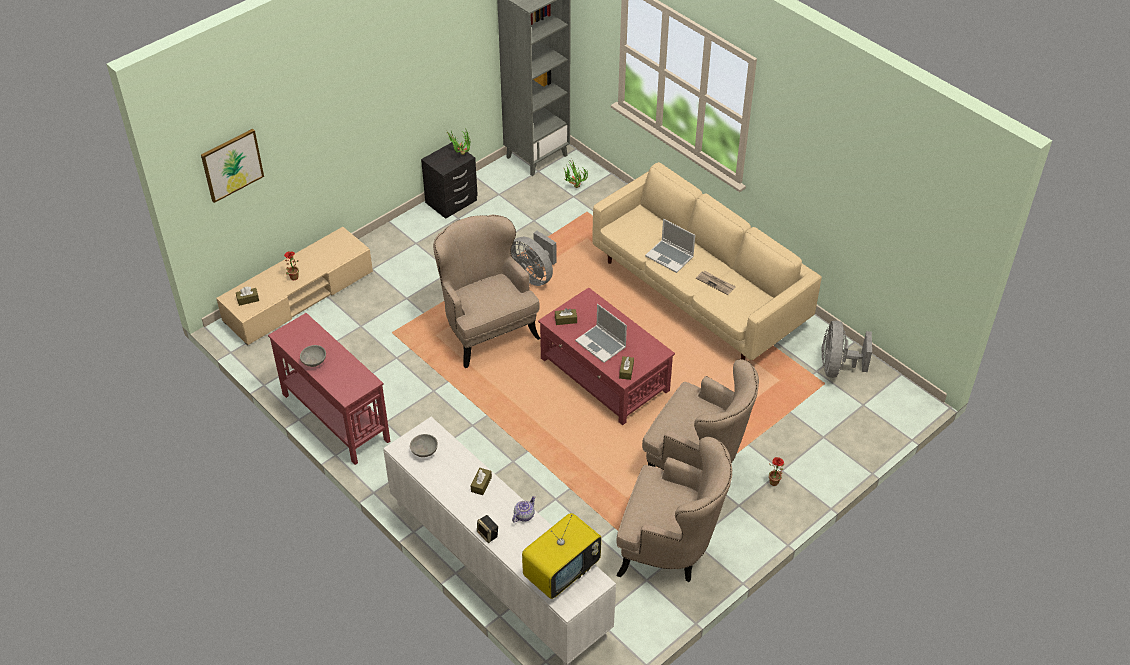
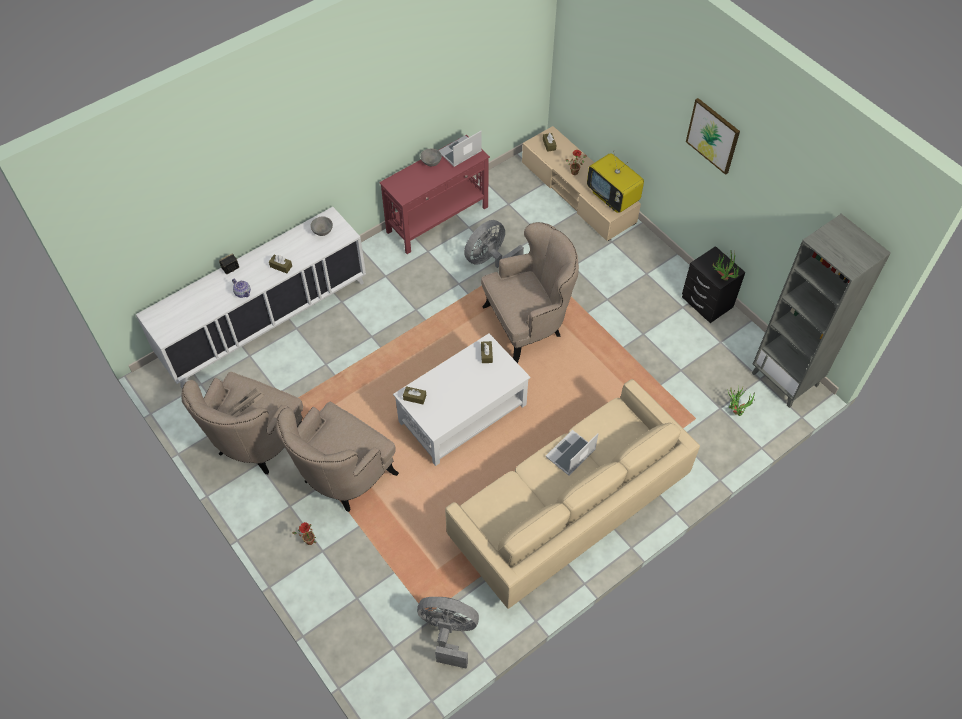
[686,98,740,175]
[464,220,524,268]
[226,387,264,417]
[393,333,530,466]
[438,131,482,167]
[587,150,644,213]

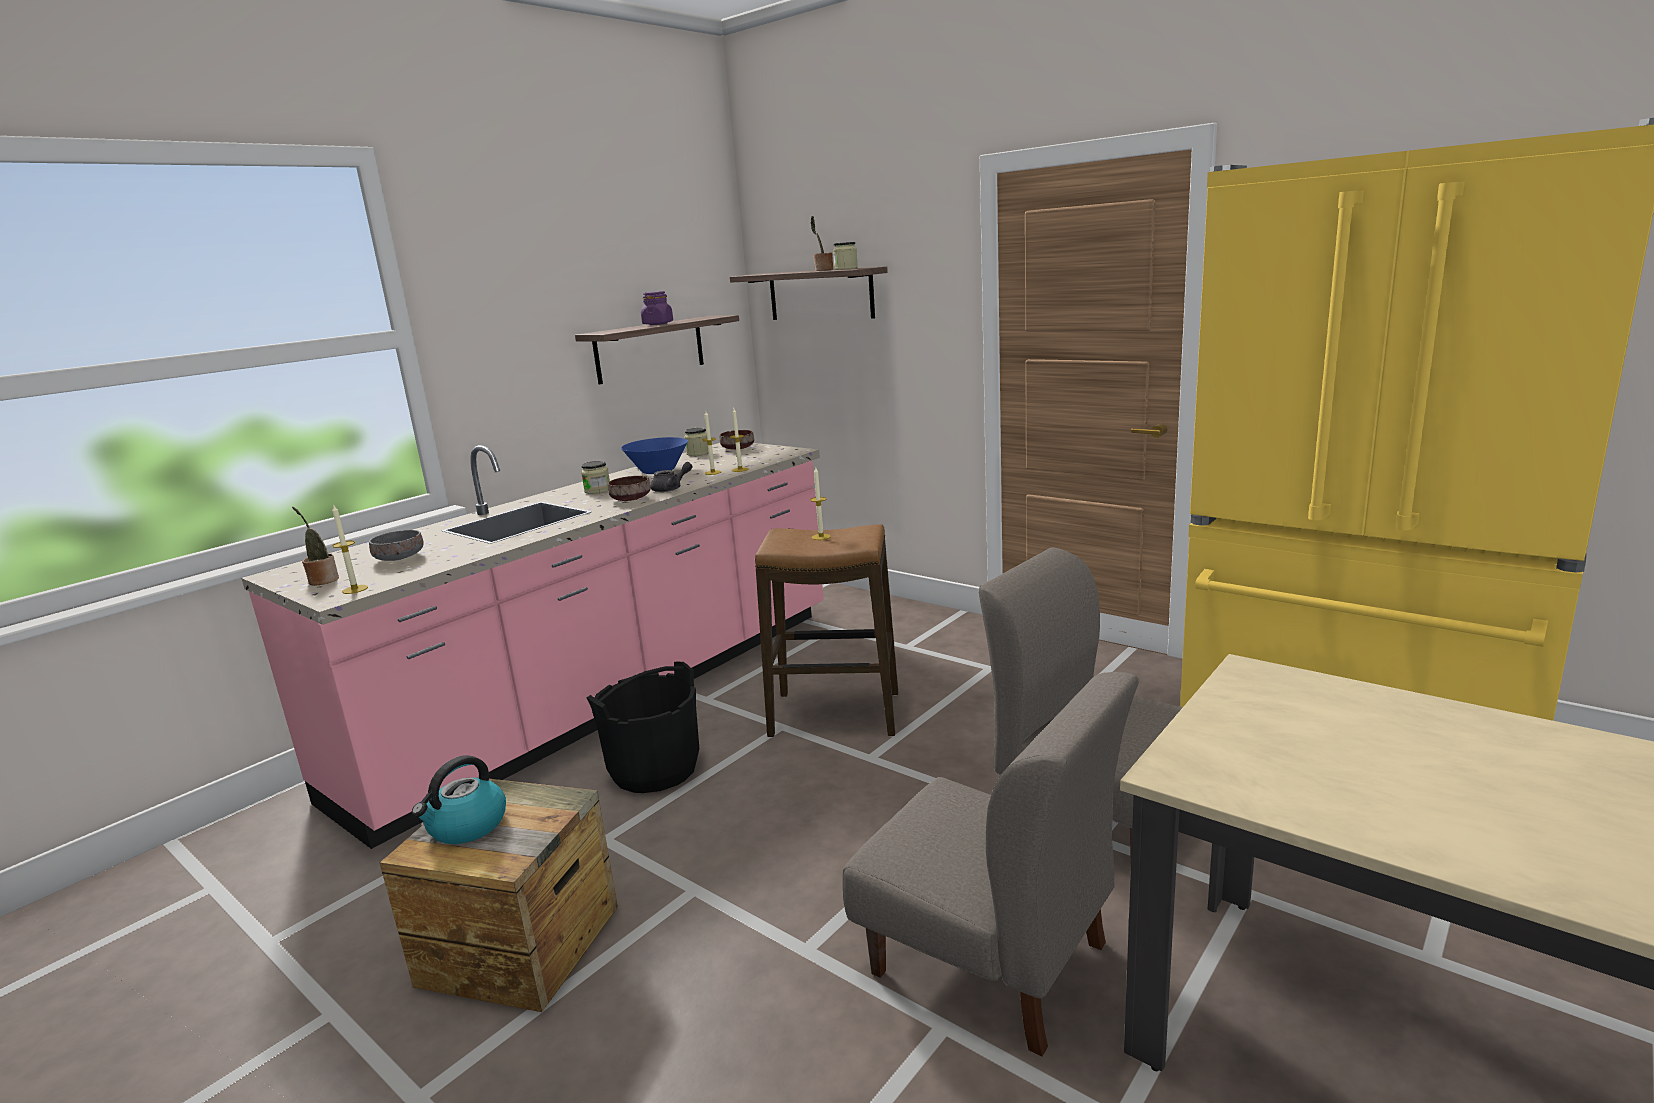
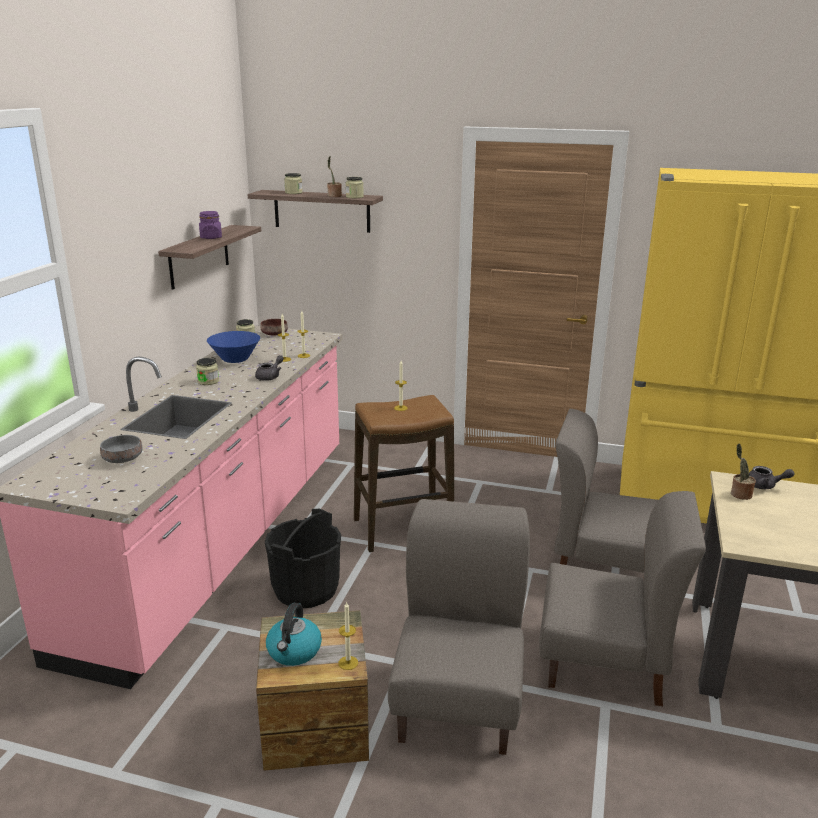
[607,476,651,501] (first image)
[338,601,358,670]
[731,444,756,500]
[284,173,302,194]
[749,466,795,489]
[388,499,530,755]

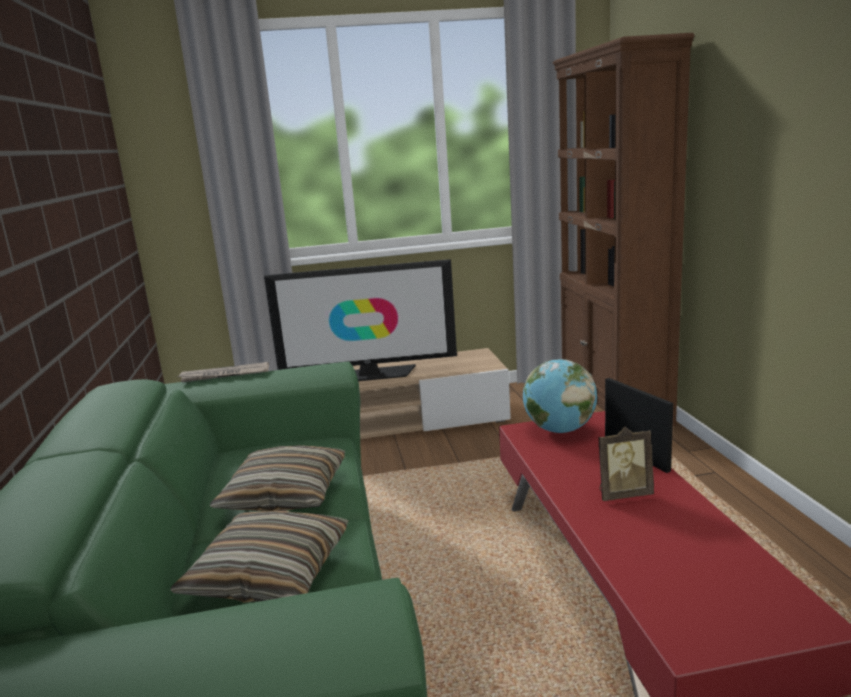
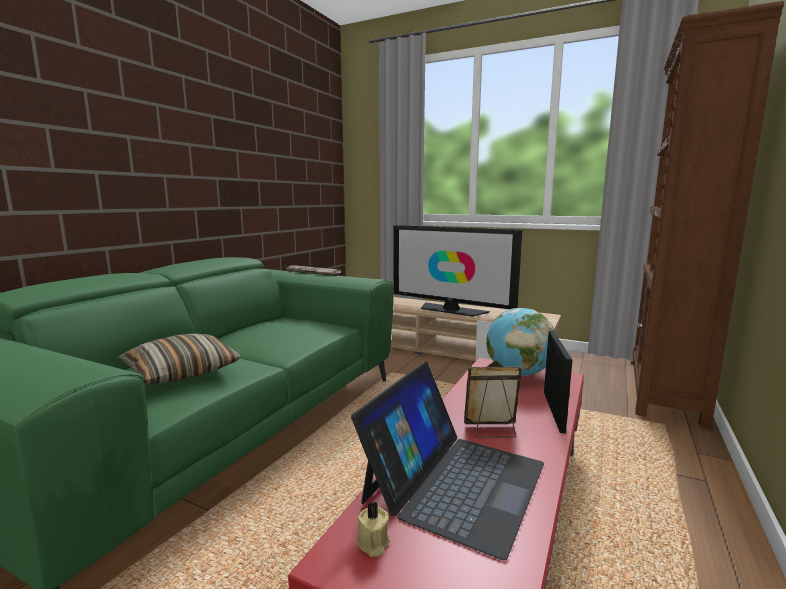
[464,360,522,438]
[210,445,345,511] (first image)
[351,362,544,561]
[356,502,390,557]

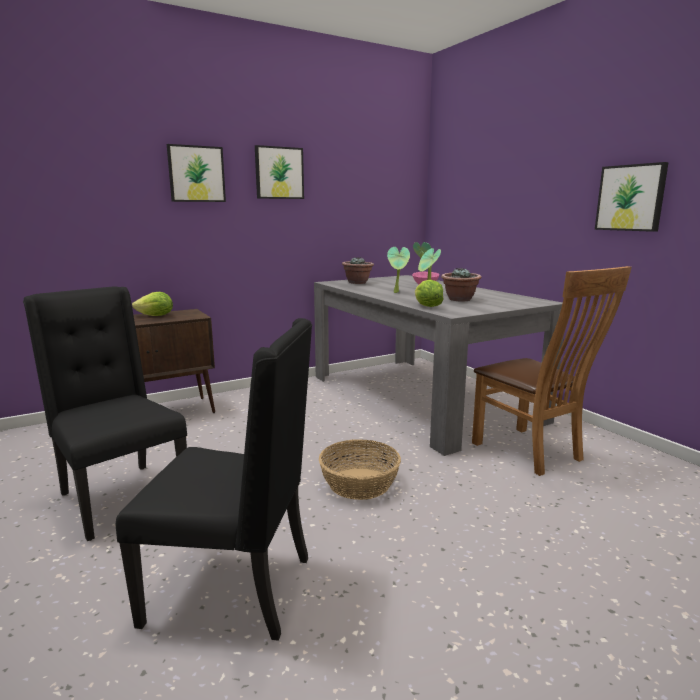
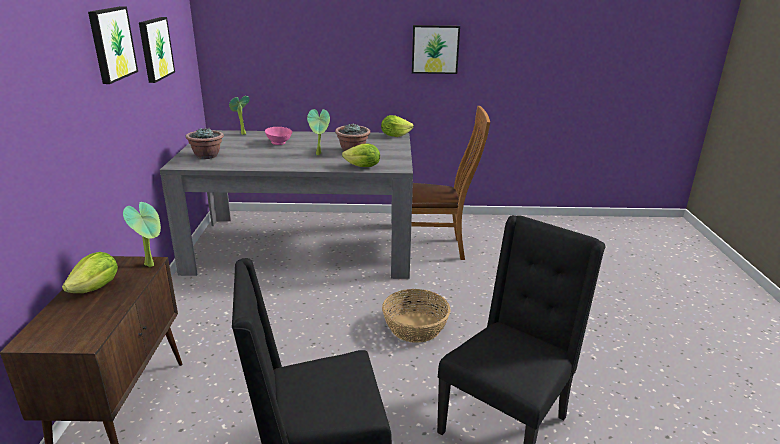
[139,17,175,83]
[123,202,161,267]
[381,115,414,137]

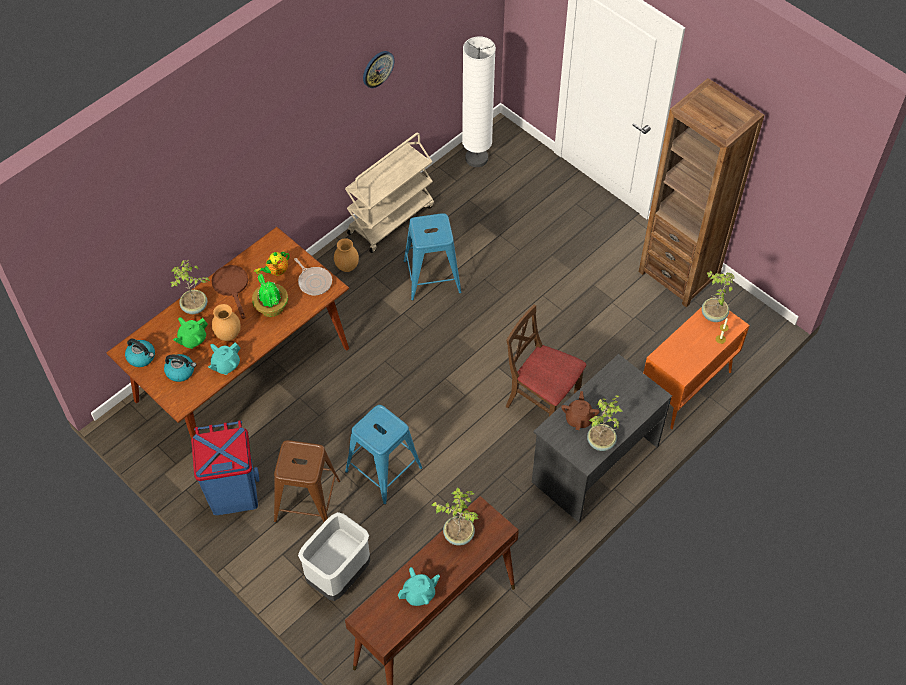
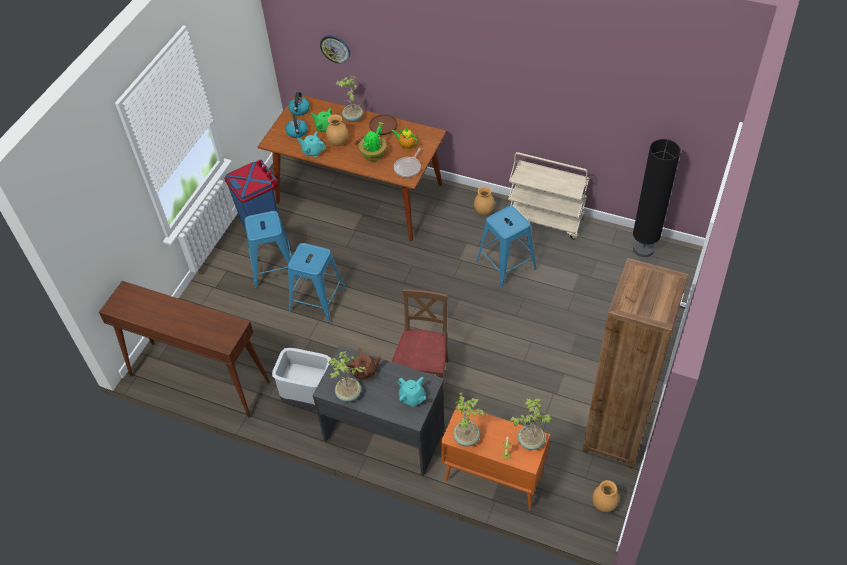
[633,139,681,257]
[320,35,350,64]
[244,211,298,288]
[453,392,486,446]
[272,348,331,410]
[398,377,427,407]
[592,480,619,512]

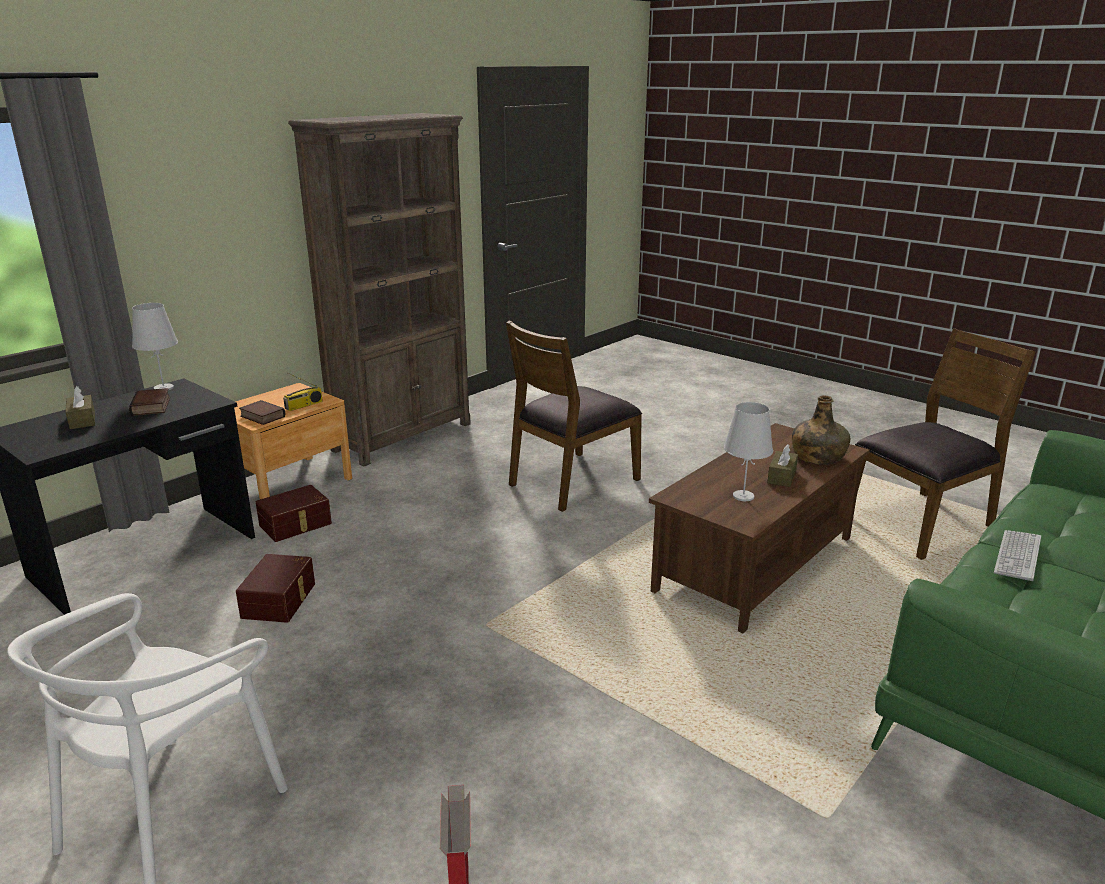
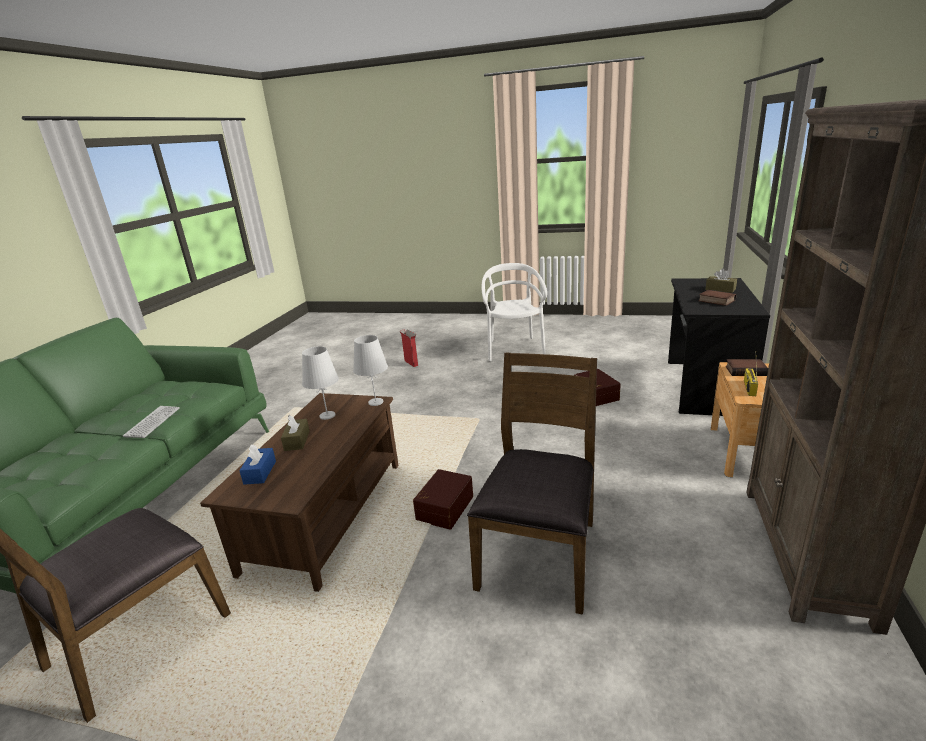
[353,335,388,406]
[239,444,276,485]
[413,469,473,530]

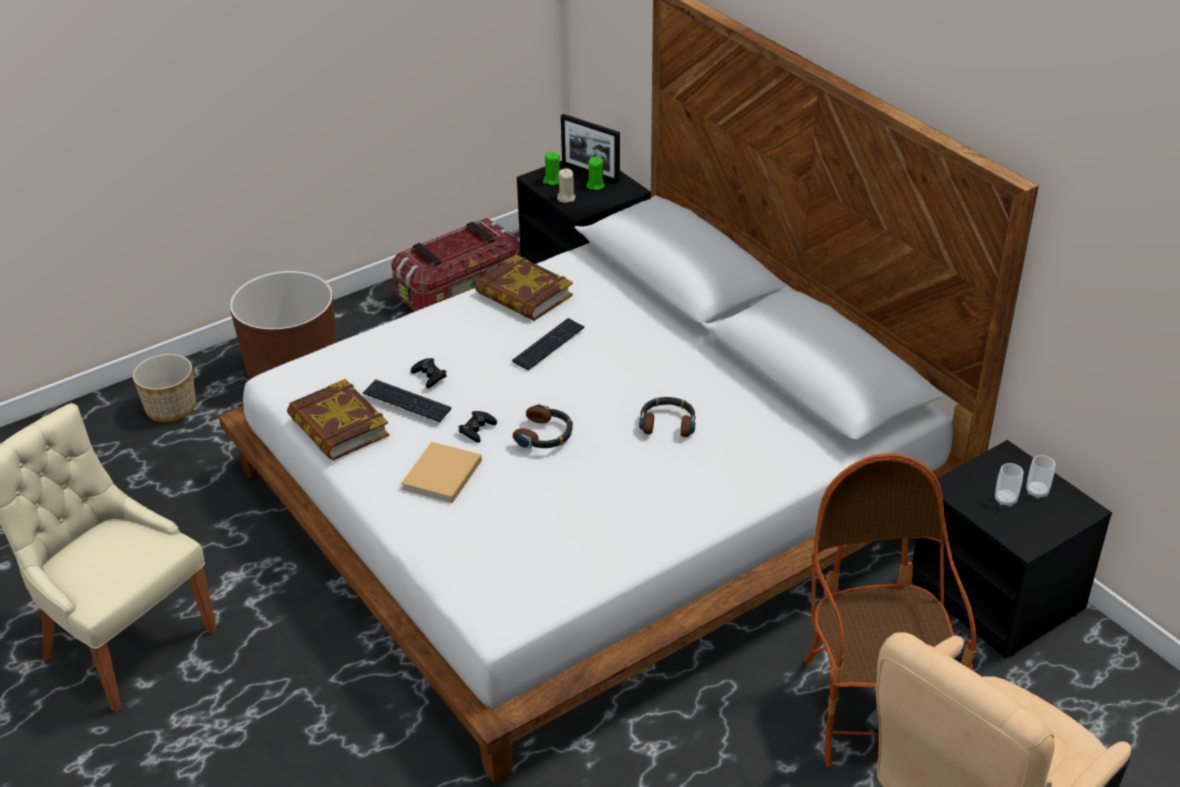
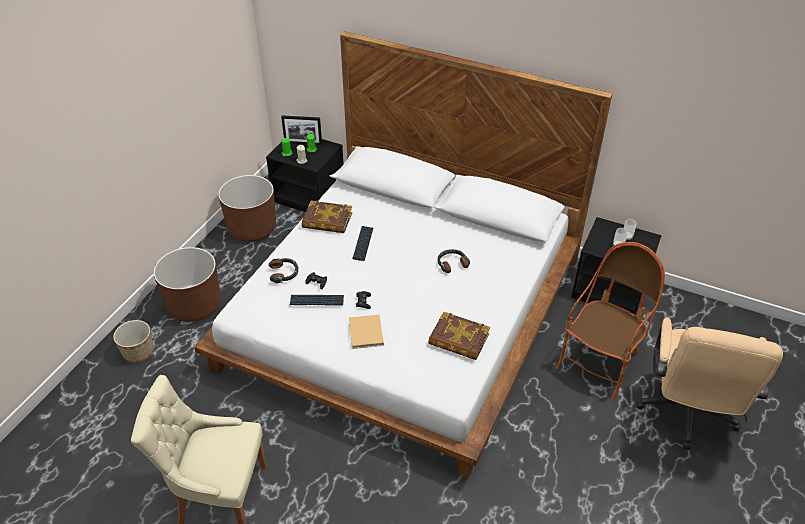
[218,175,276,242]
[428,311,490,360]
[269,258,299,283]
[556,242,665,399]

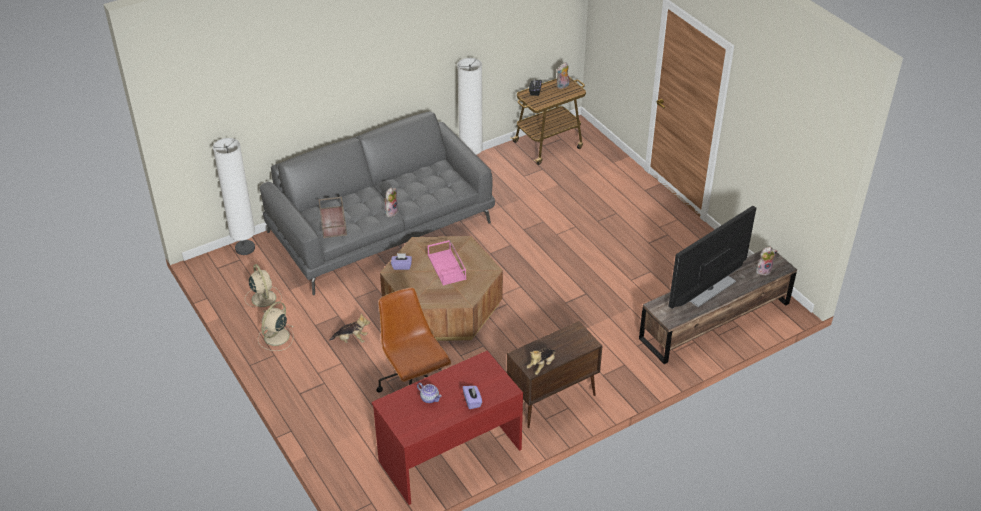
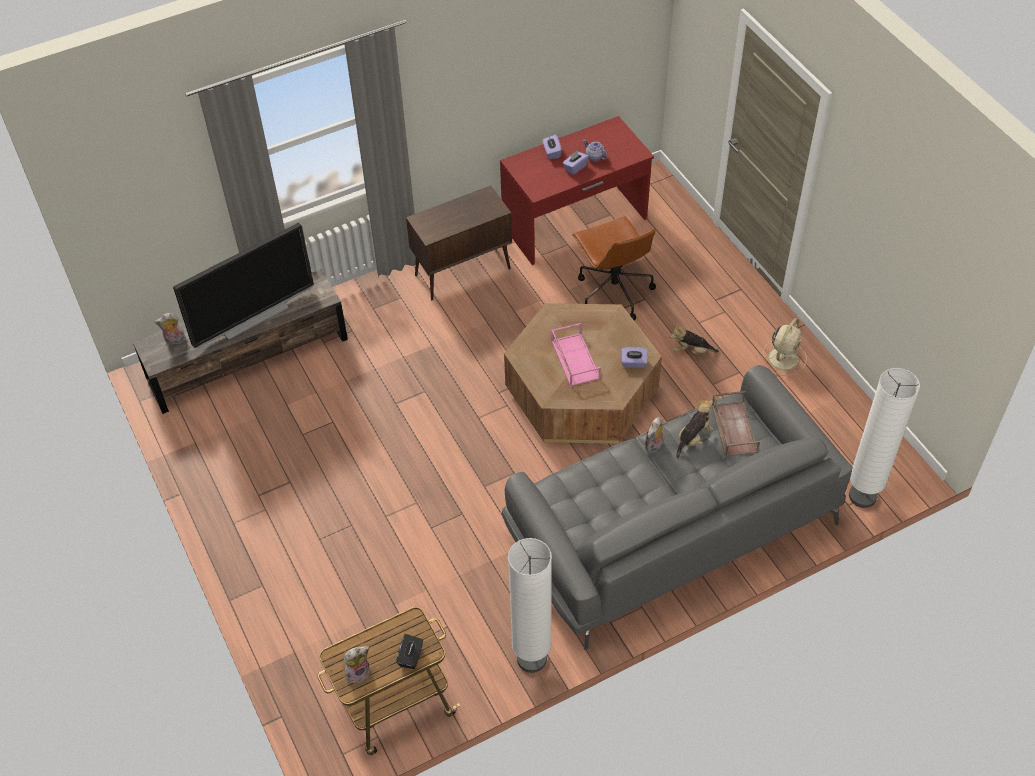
[245,264,282,312] (first image)
[676,399,713,458]
[562,150,589,175]

